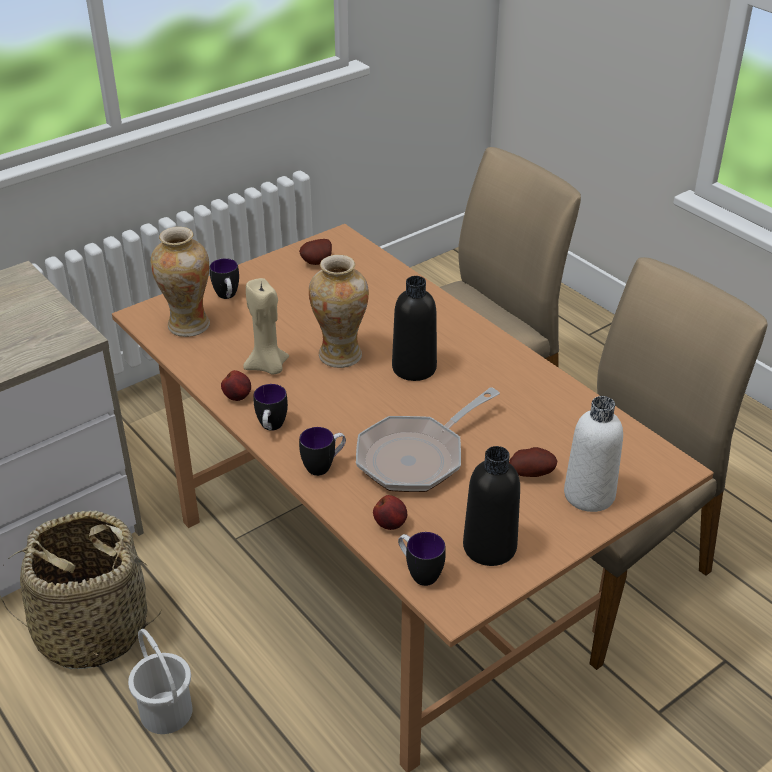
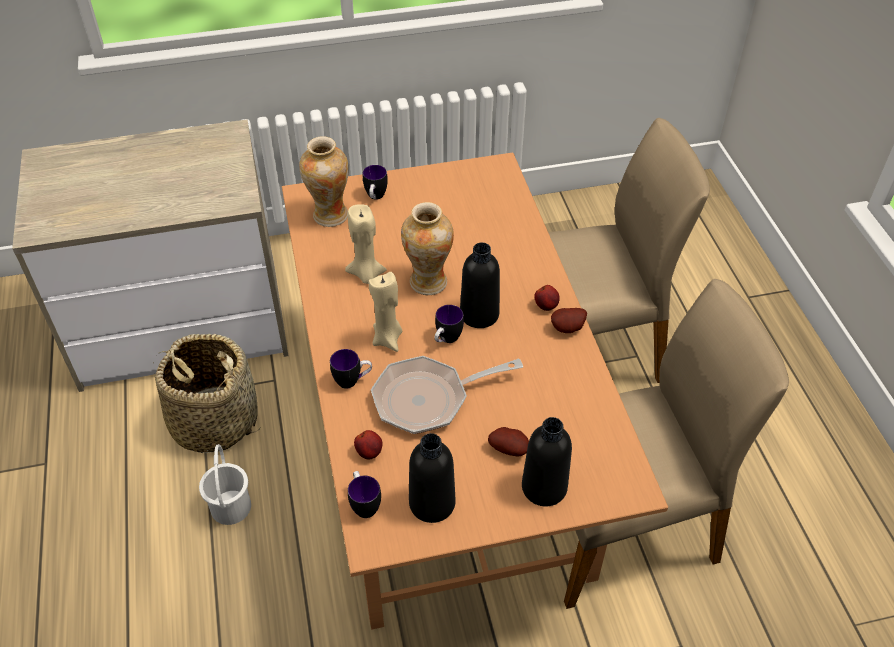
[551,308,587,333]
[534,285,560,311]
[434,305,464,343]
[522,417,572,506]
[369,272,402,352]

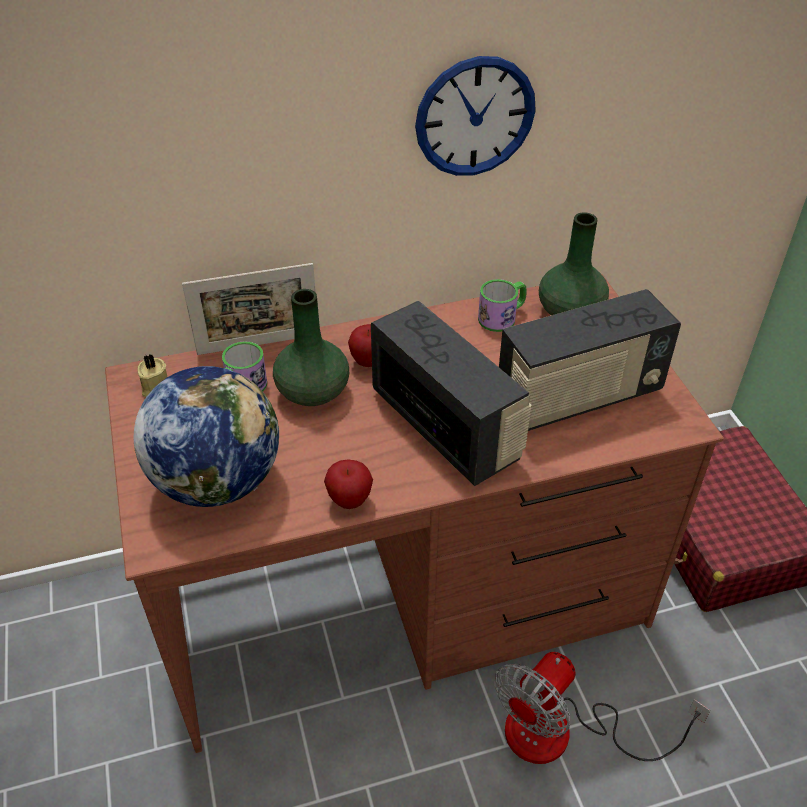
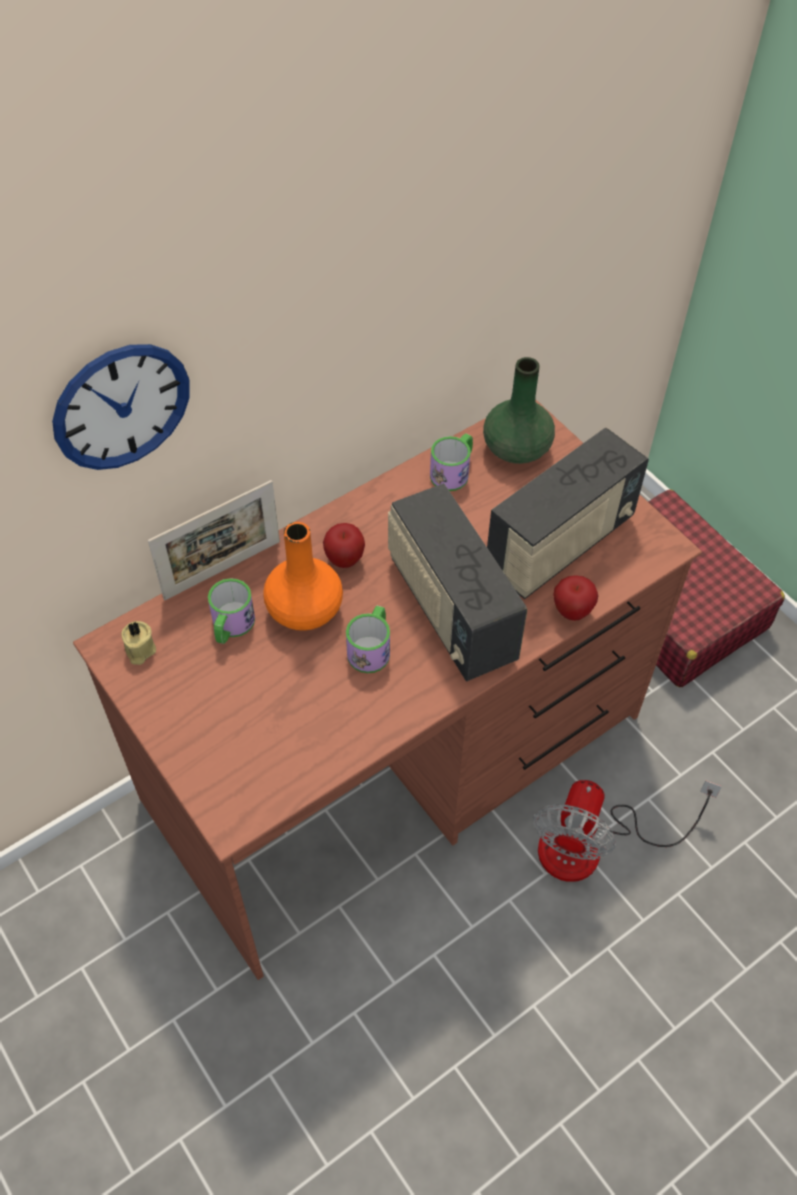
[52,344,190,470]
[263,522,343,631]
[388,483,527,682]
[133,366,279,507] (first image)
[553,575,598,621]
[346,606,390,673]

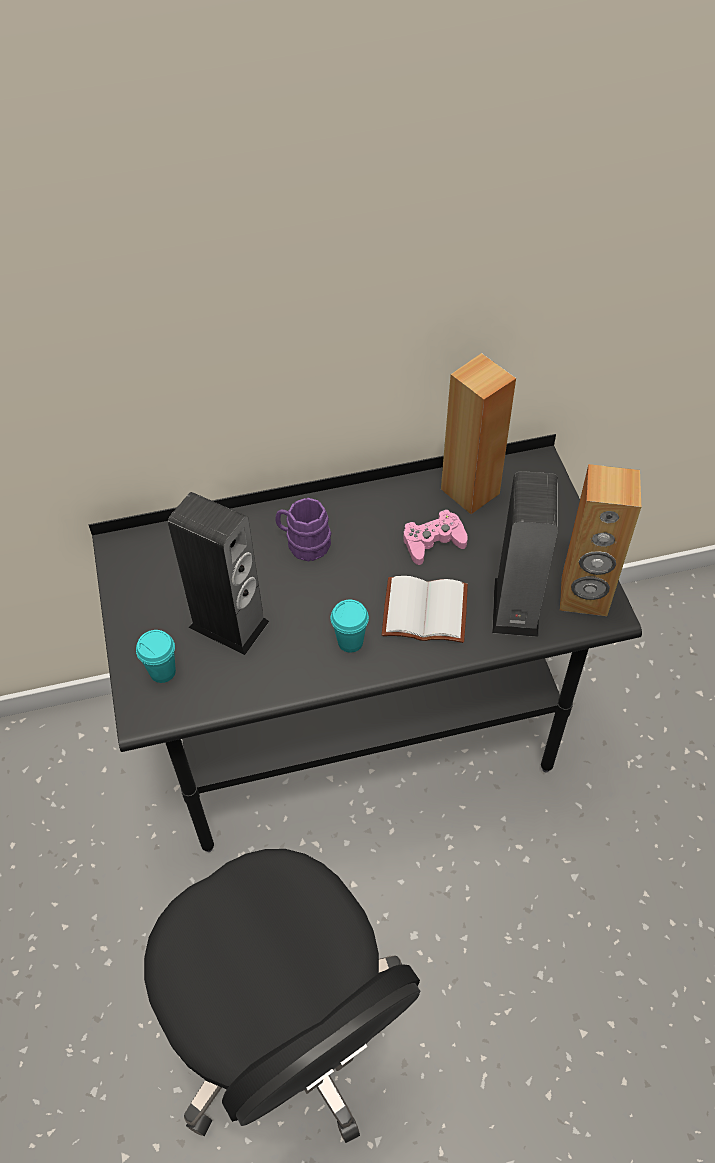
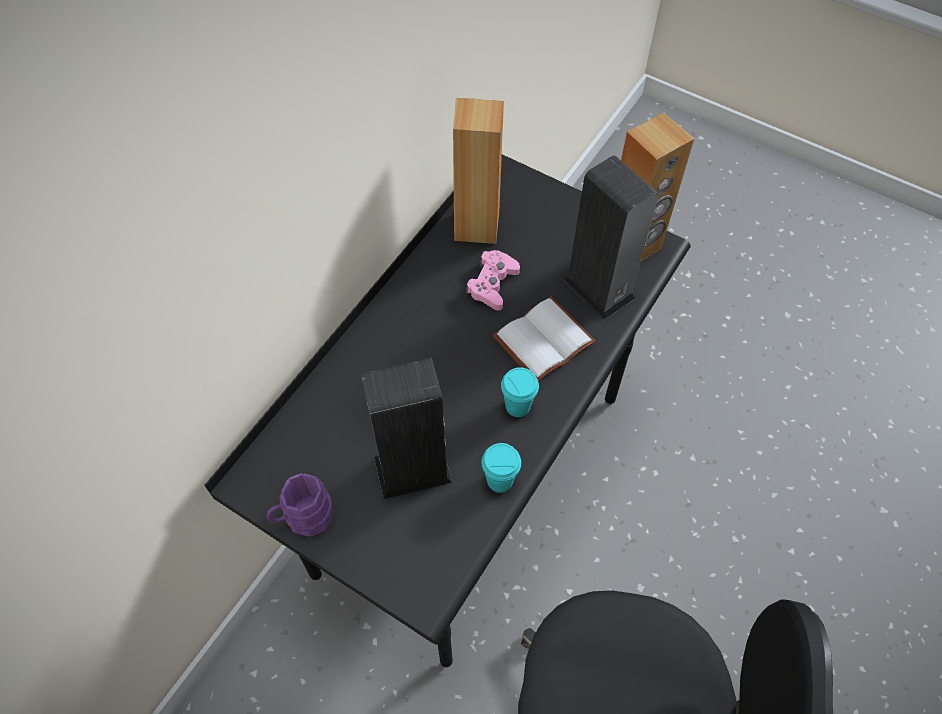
[267,473,334,537]
[481,443,521,493]

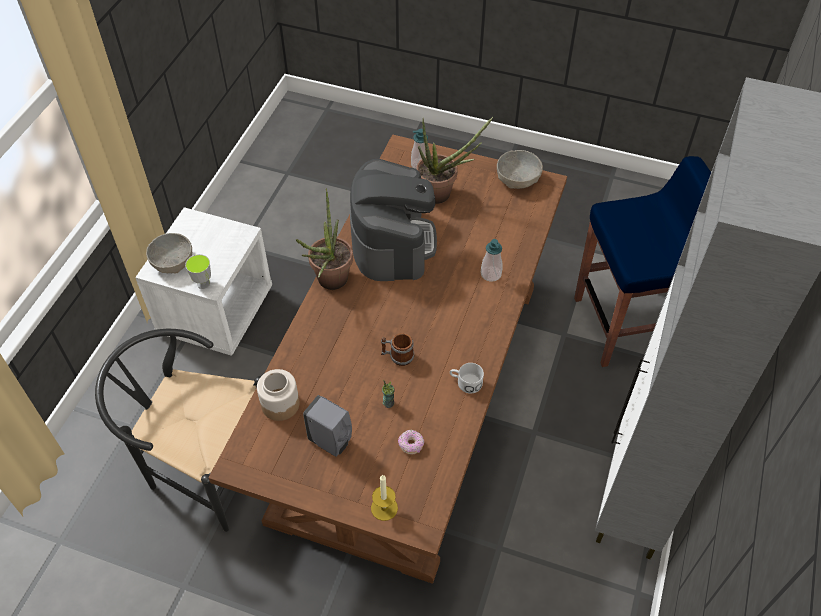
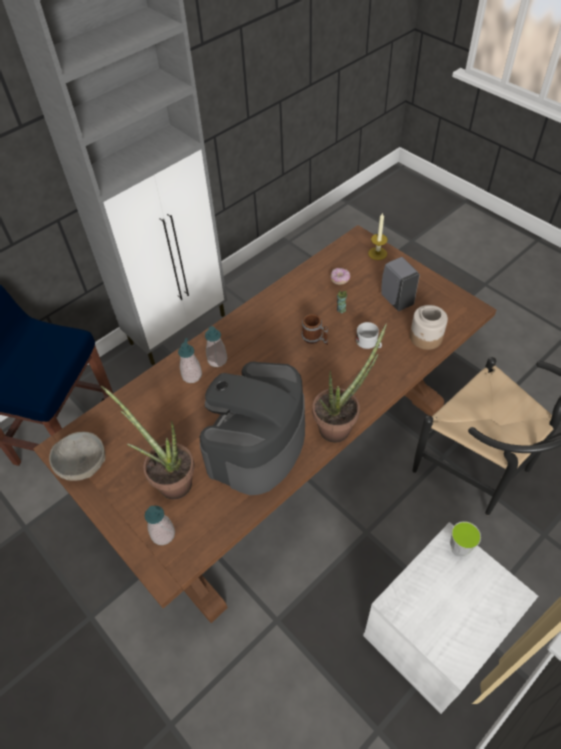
[146,233,192,274] (first image)
[356,322,382,349]
[205,326,227,367]

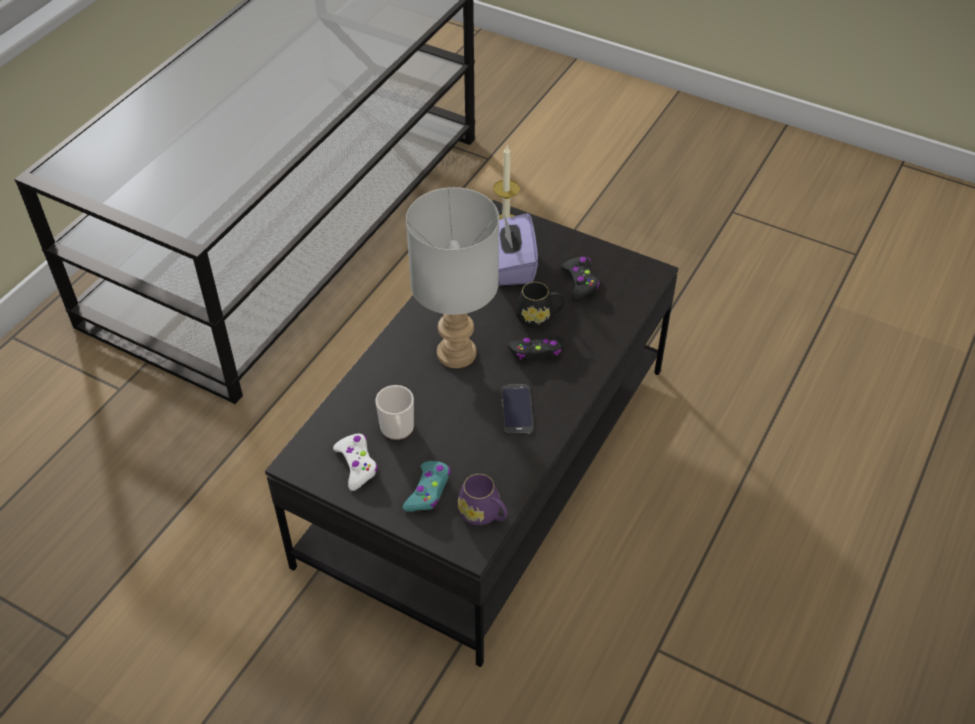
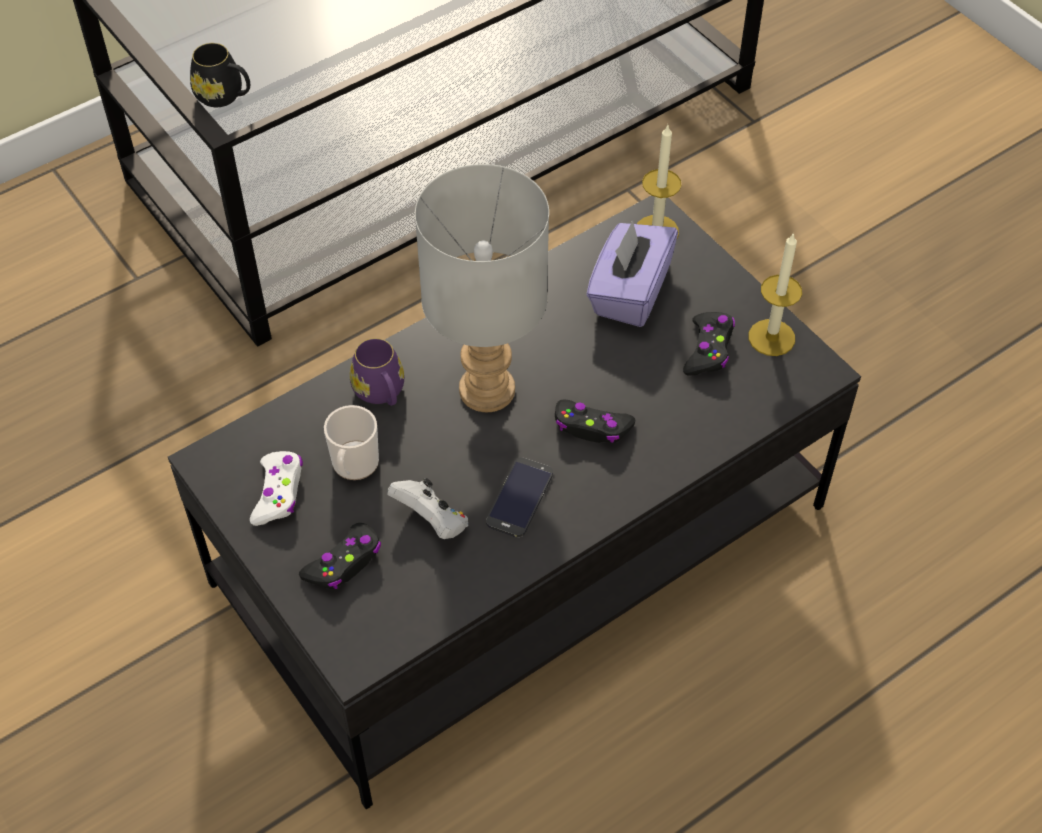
[190,43,250,107]
[299,523,381,589]
[350,338,404,406]
[749,232,802,356]
[387,478,468,539]

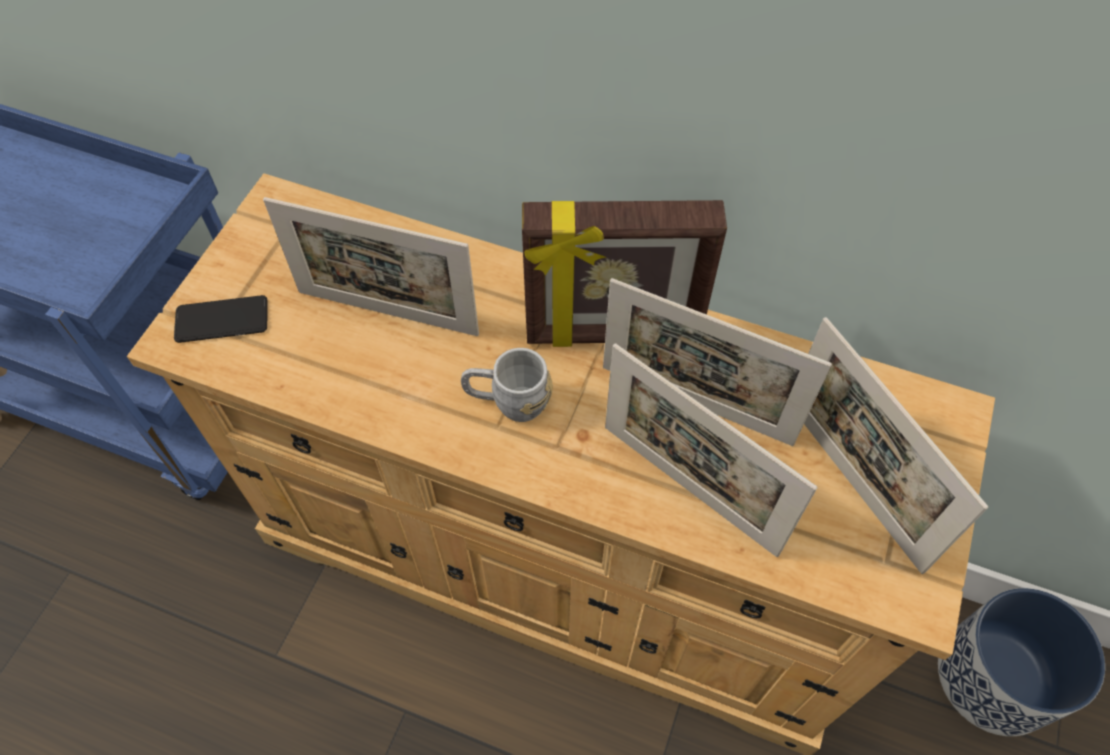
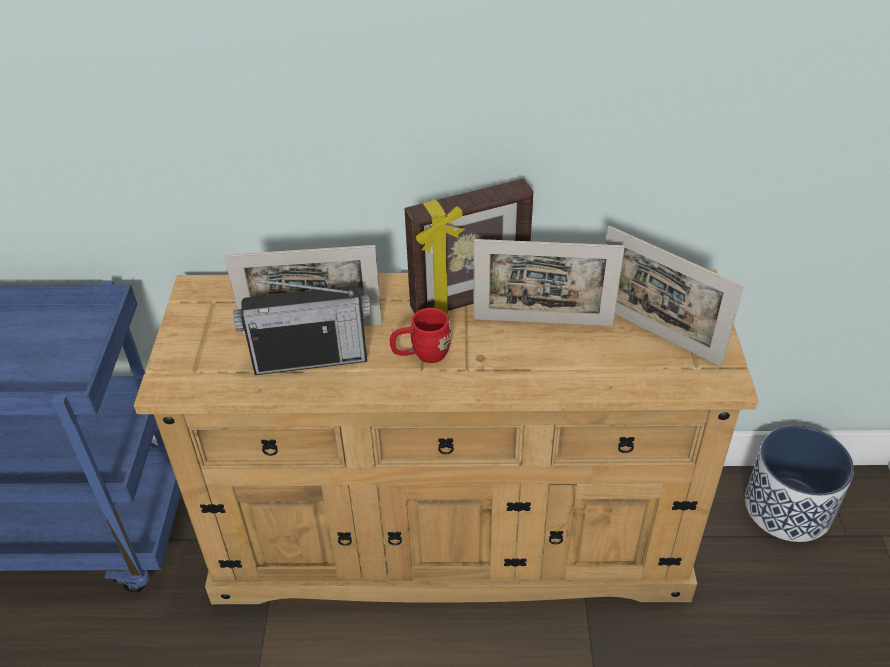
[174,295,268,343] (first image)
[605,344,817,557] (first image)
[390,308,452,363]
[233,279,371,375]

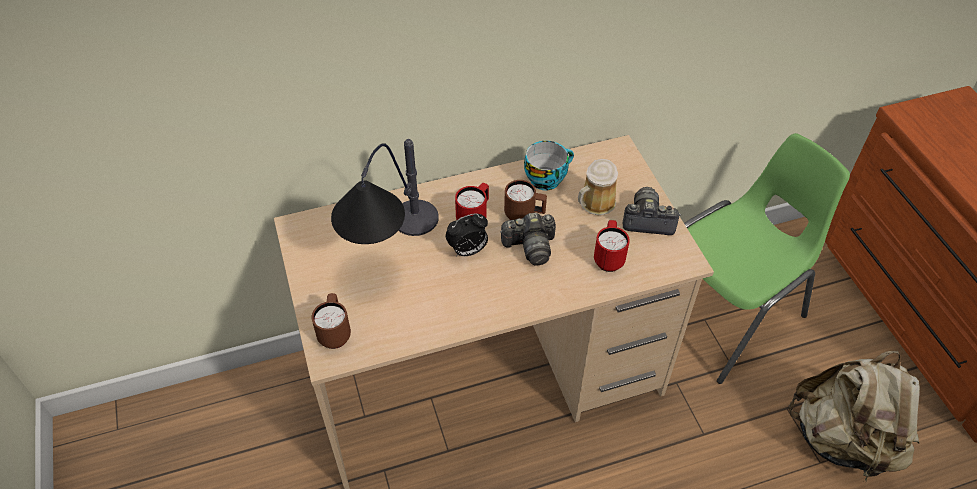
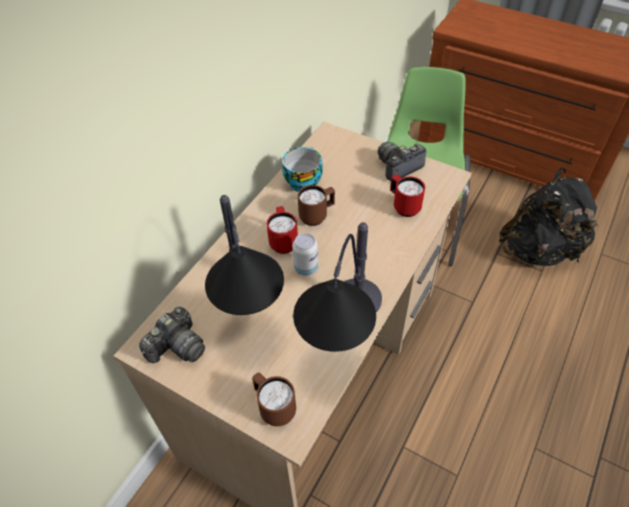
[578,159,618,215] (first image)
[292,233,318,276]
[139,307,205,363]
[499,167,599,266]
[293,222,382,352]

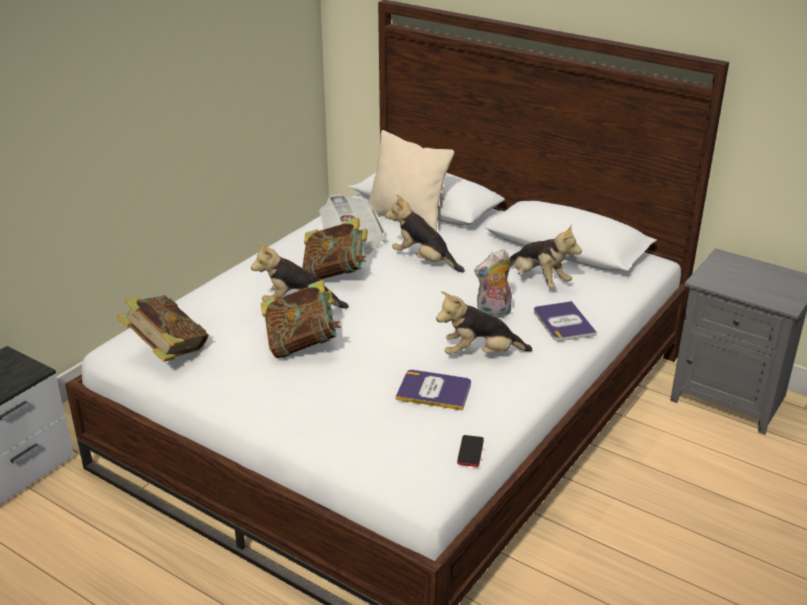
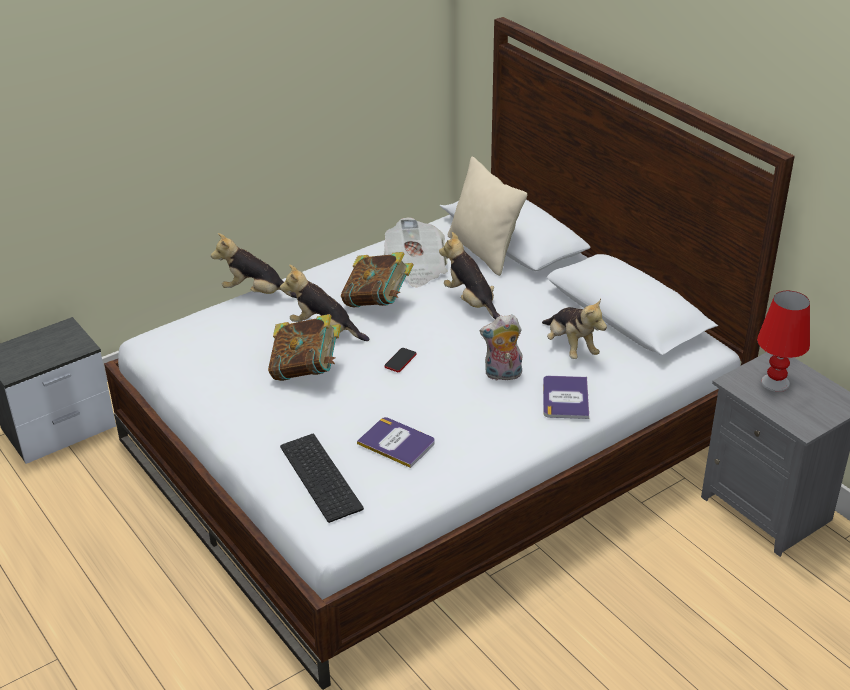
[211,233,297,298]
[117,295,208,362] (first image)
[384,348,416,372]
[757,291,810,392]
[280,434,364,523]

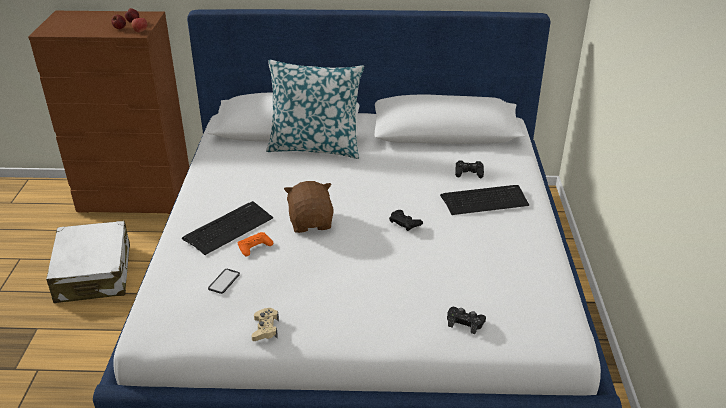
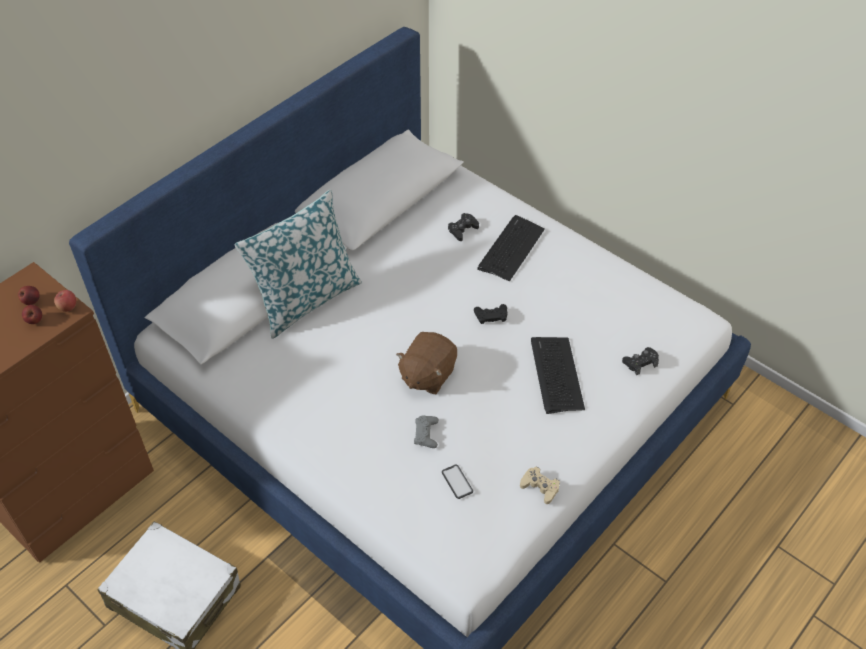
[396,332,457,394]
[531,337,585,414]
[414,415,439,448]

